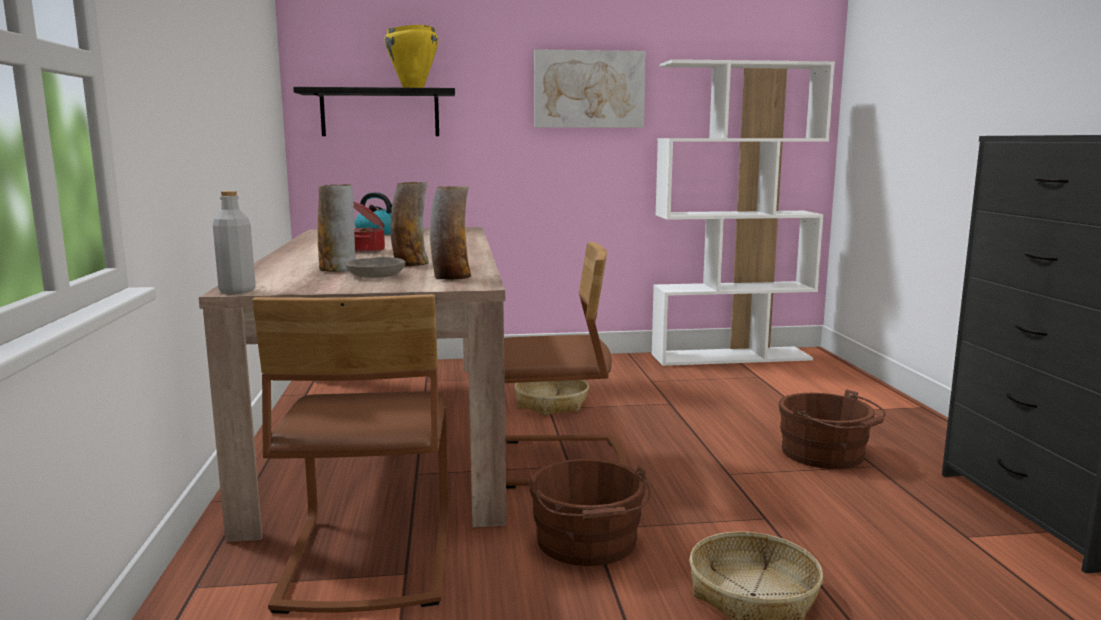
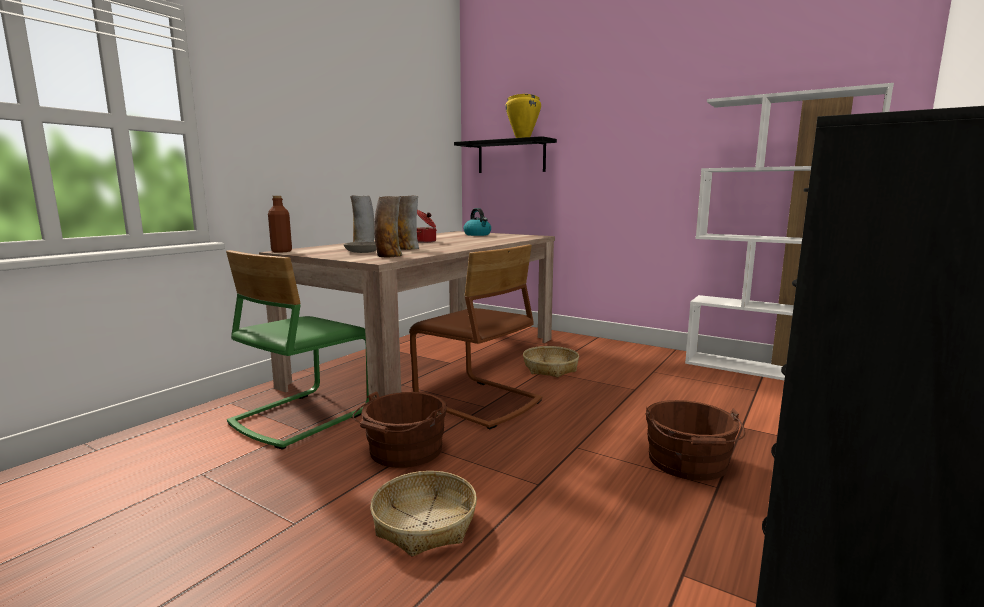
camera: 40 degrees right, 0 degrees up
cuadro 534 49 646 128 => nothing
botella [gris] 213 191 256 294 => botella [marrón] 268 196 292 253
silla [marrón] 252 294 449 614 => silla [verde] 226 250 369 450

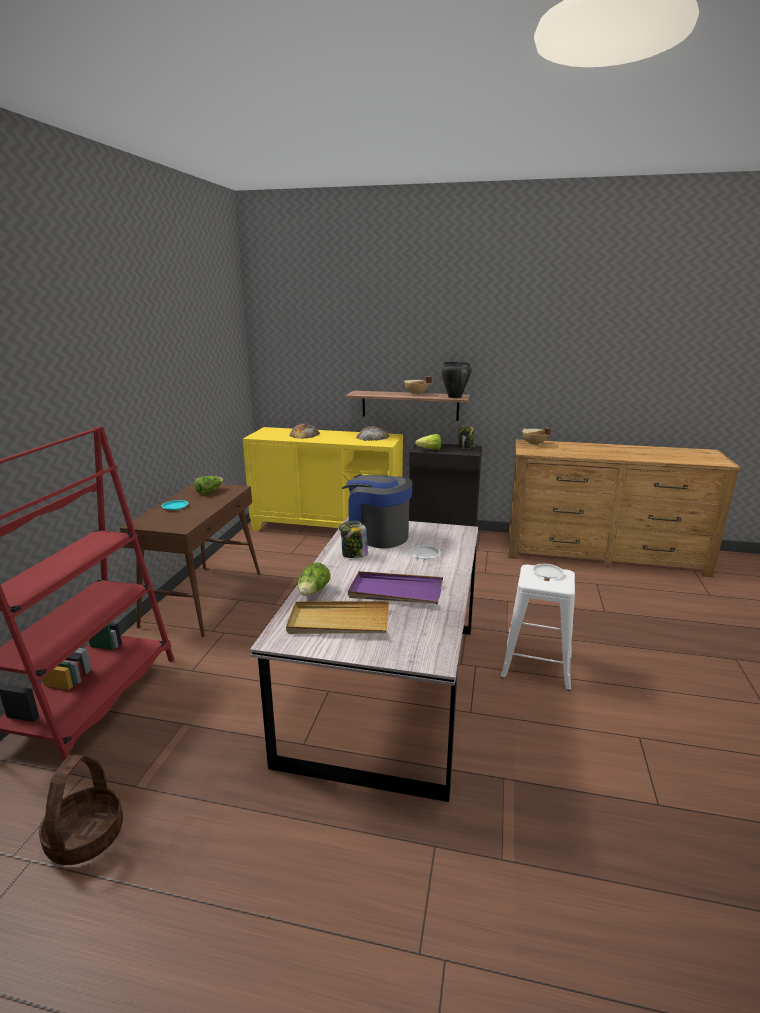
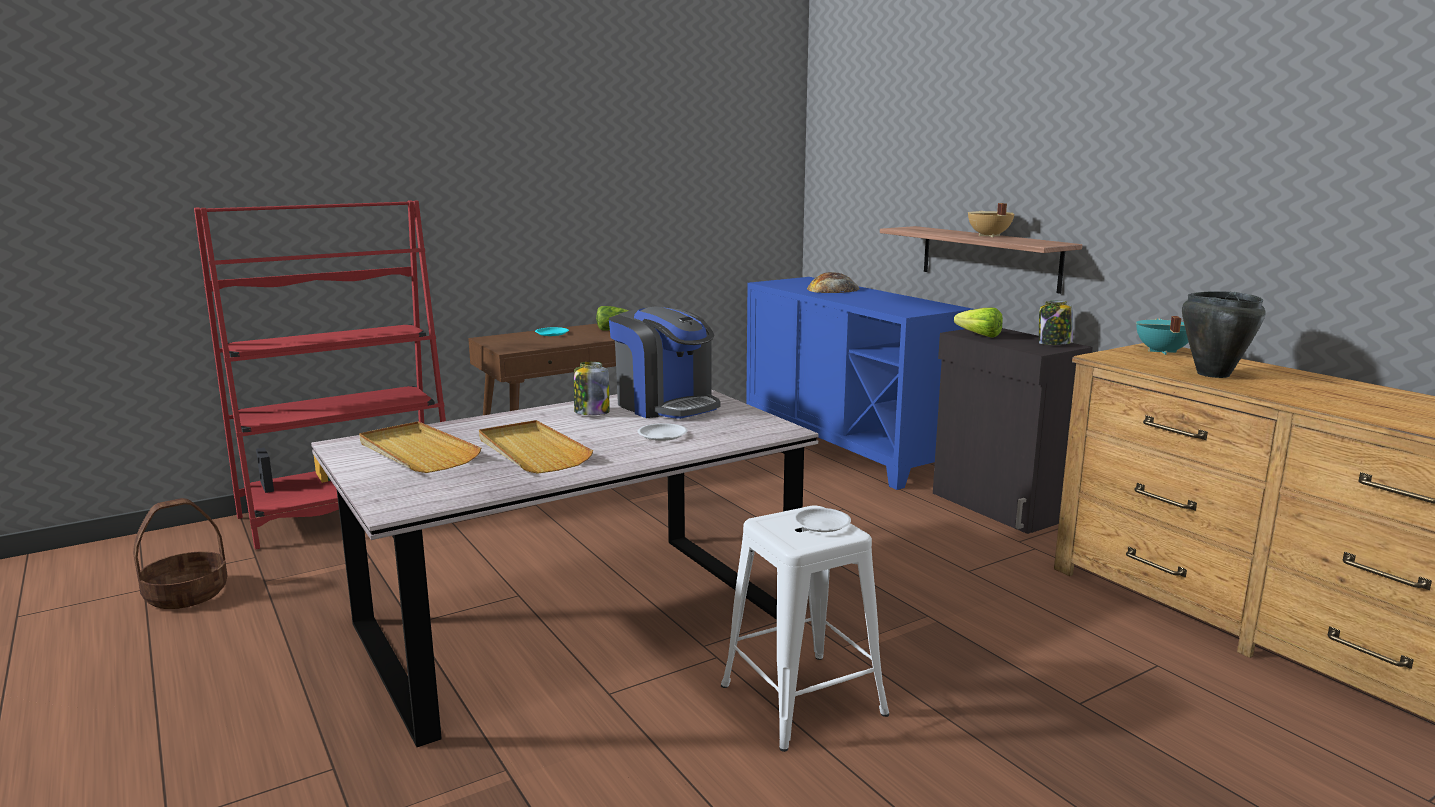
camera: 45 degrees right, 5 degrees down
lechuga 298 562 330 595 => nothing
pan 356 426 389 441 => nothing
olla [negro] 440 361 472 398 => olla [negro] 1182 291 1265 378, shifted
armario [amarillo] 243 427 403 531 => armario [azul] 746 277 973 490
bandeja [morado] 348 571 443 604 => bandeja [beis] 479 420 593 474
olla [beis] 522 428 552 446 => olla [turquesa] 1136 316 1188 355
cafetera 339 474 412 548 => cafetera 609 306 720 419, 150 degrees clockwise

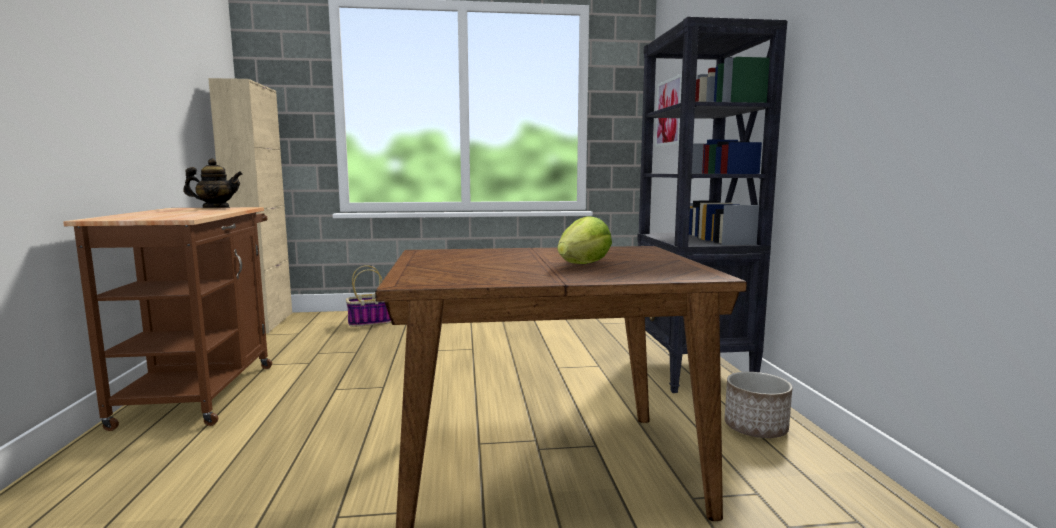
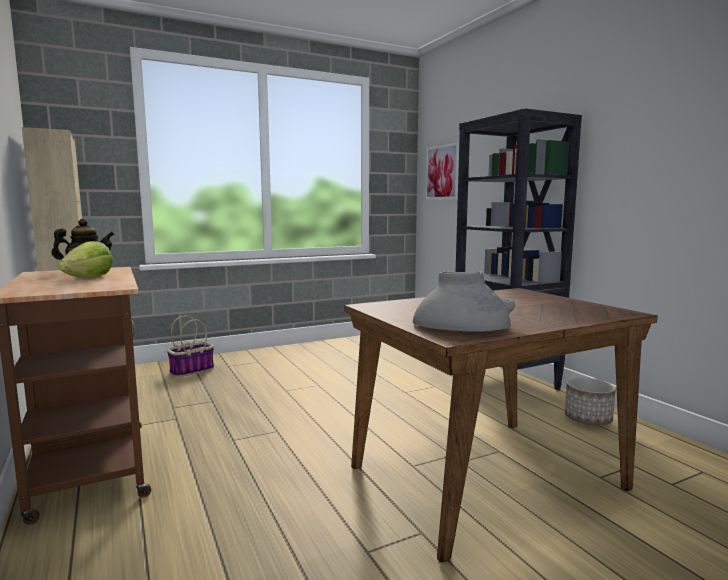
camera: 20 degrees left, 0 degrees up
nothing => florero [gris] 413 271 515 332
lechuga 557 216 612 264 => lechuga 59 241 113 278, shifted

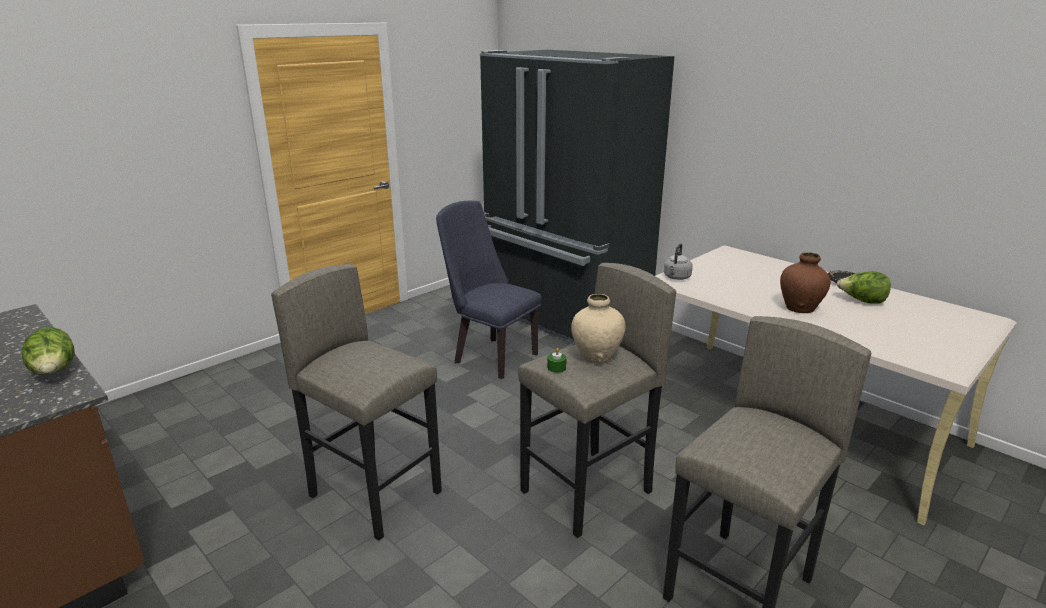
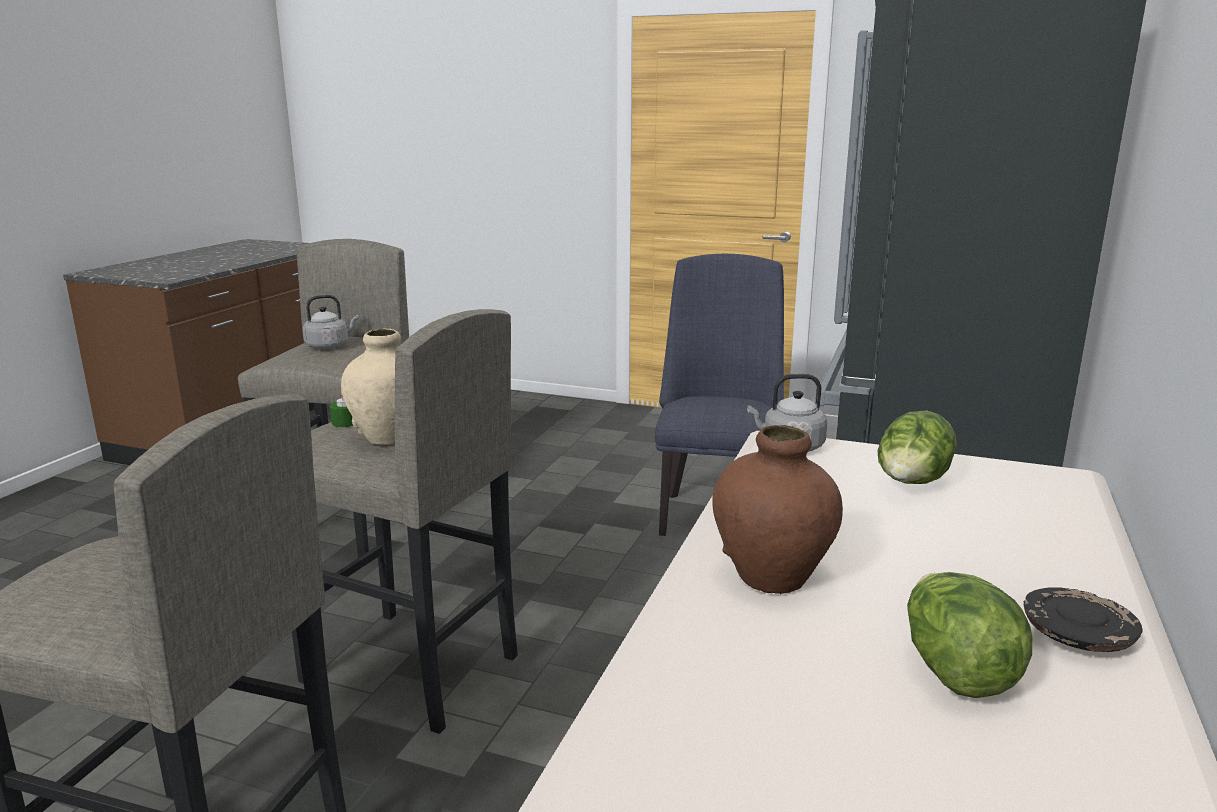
camera: 65 degrees right, 5 degrees down
nothing => hervidor [gris] 302 295 359 349
lechuga 22 327 75 375 => lechuga 877 410 957 484, shifted

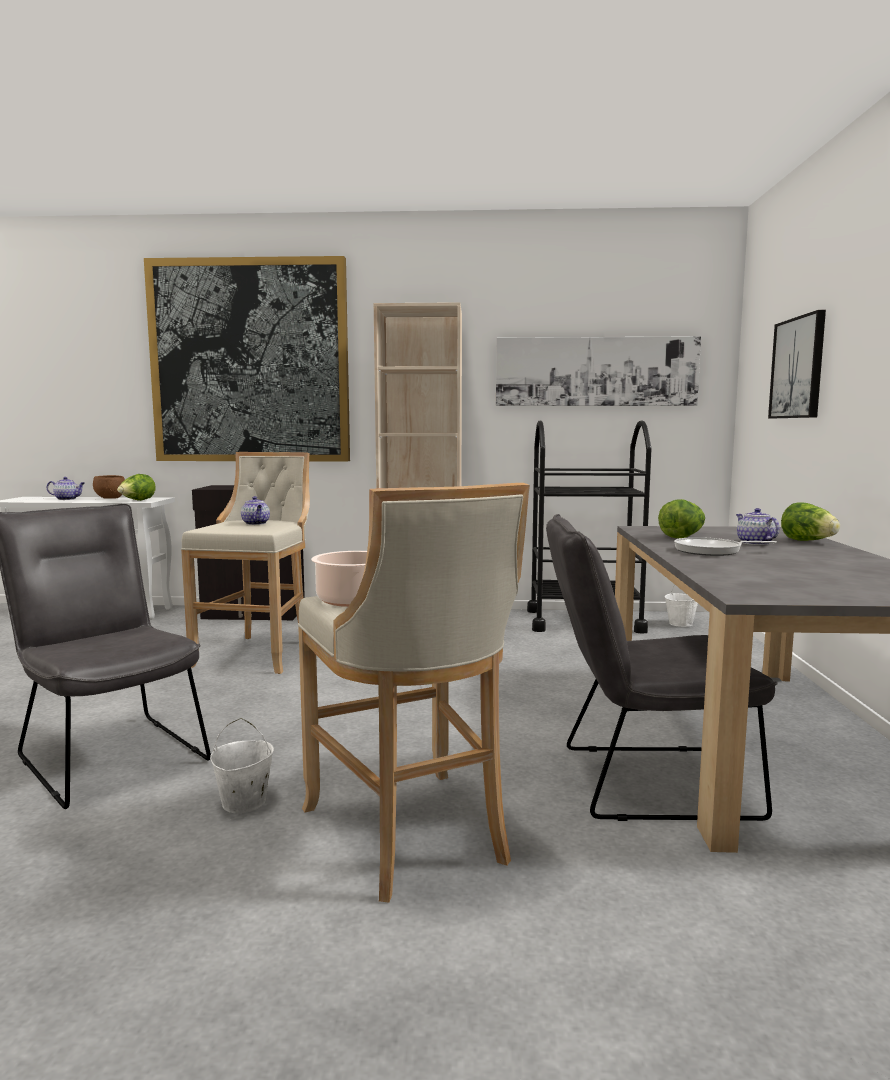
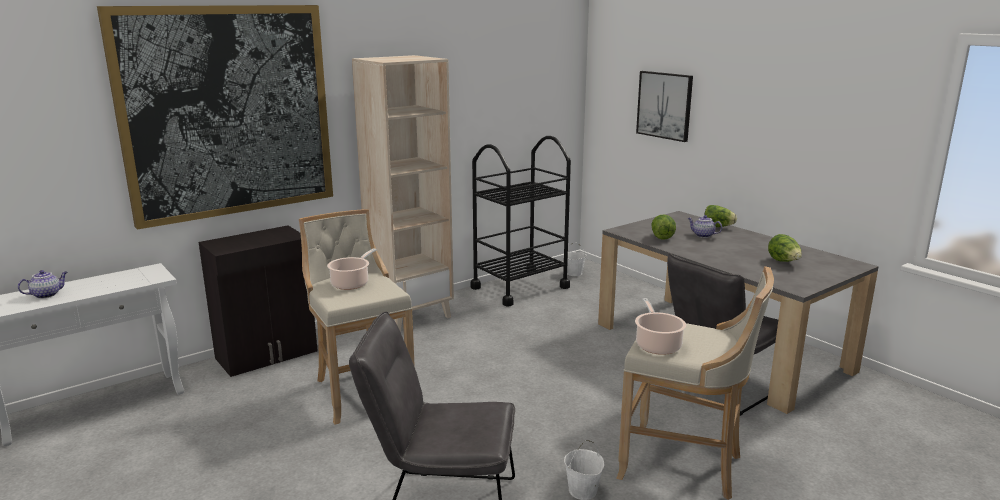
camera: 40 degrees left, 10 degrees up
cuenco [marrón] 93 475 125 499 => nothing
cuadro 496 336 701 406 => nothing
sartén 674 537 777 556 => nothing
lechuga 117 474 156 501 => lechuga 768 234 802 262, shifted
tetera 241 496 270 525 => olla 327 248 377 290

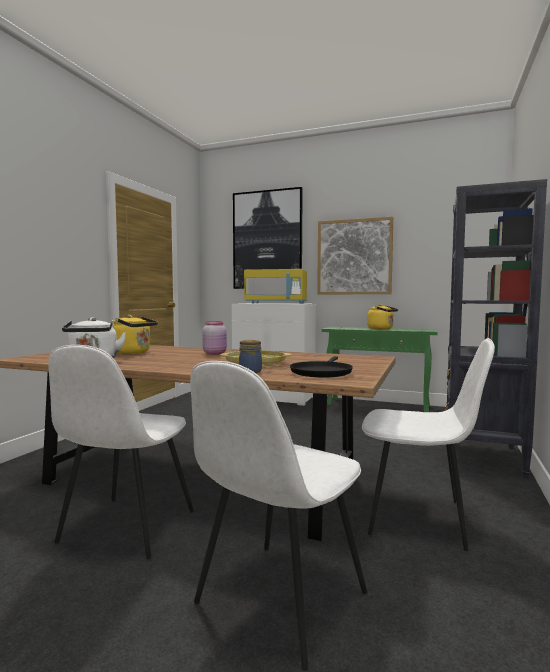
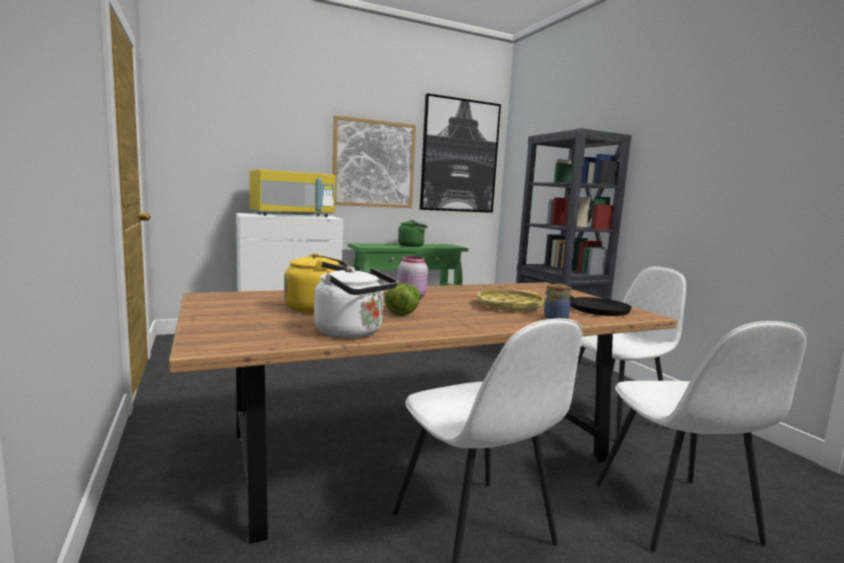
camera: 45 degrees left, 5 degrees up
nothing => lechuga 385 283 420 316
cuadro 233 187 303 289 => cuadro 420 93 501 213, shifted
hervidor [amarillo] 367 304 398 330 => hervidor [verde] 398 220 428 247

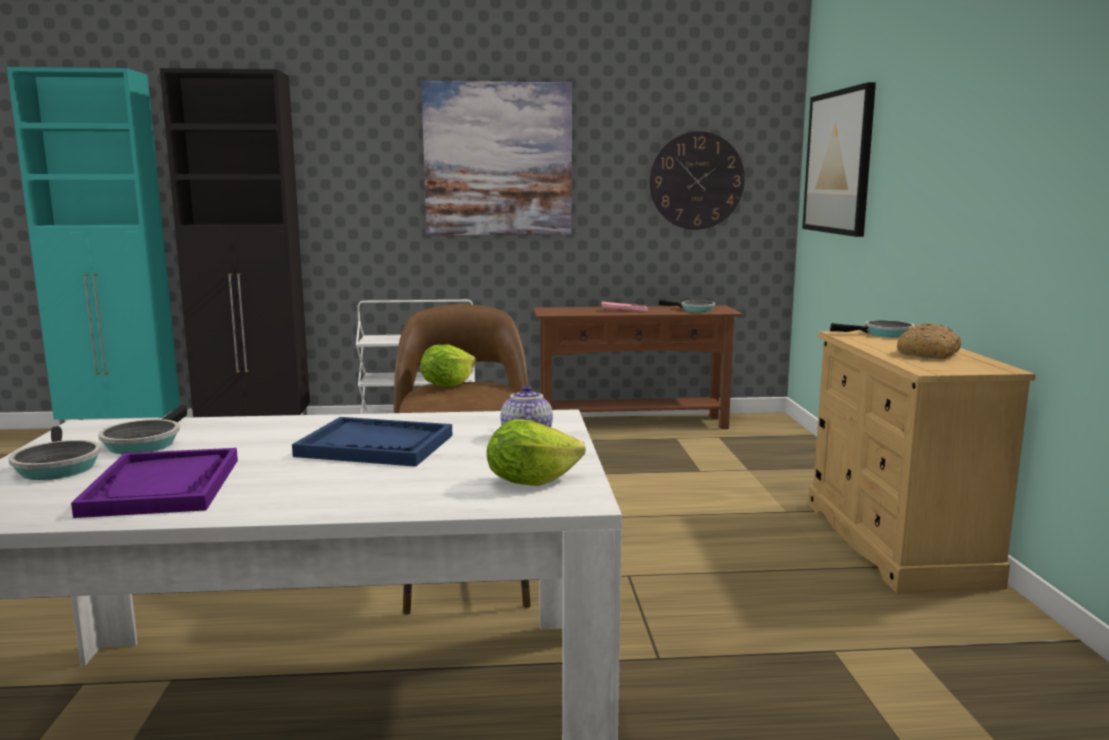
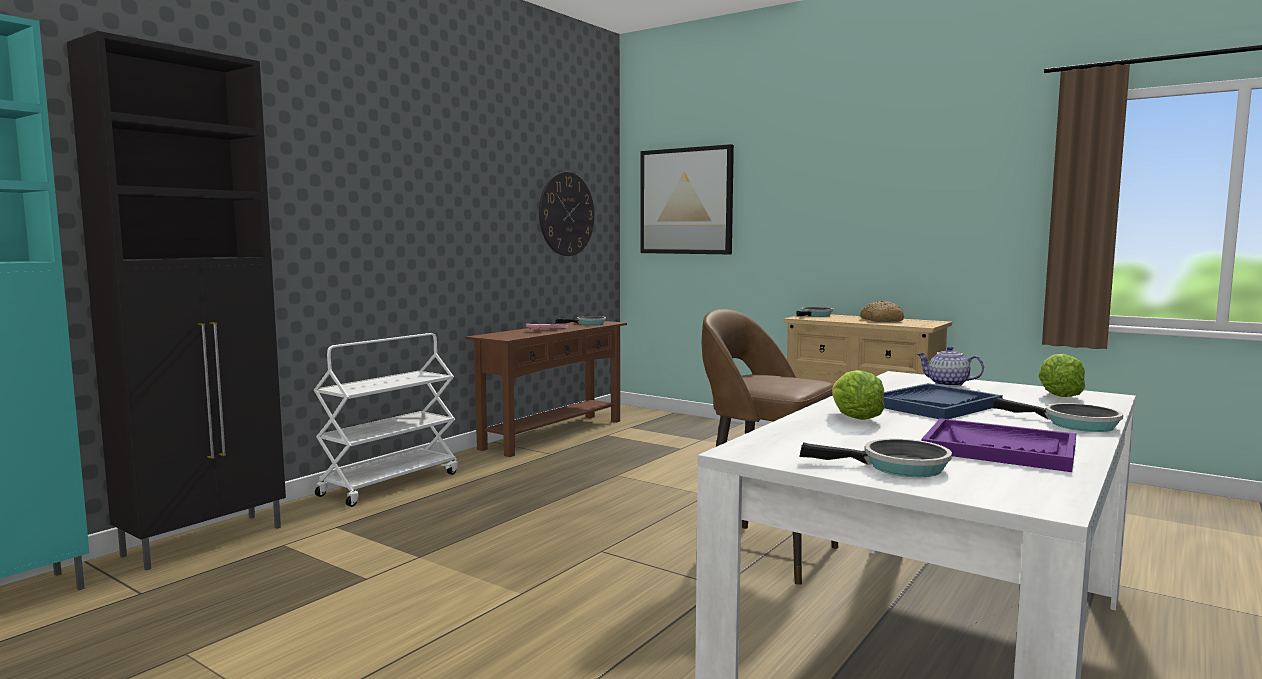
camera: 50 degrees left, 5 degrees down
cuadro 422 81 572 235 => nothing
sartén 98 405 188 454 => sartén 993 397 1123 432, shifted
lechuga 420 345 476 386 => lechuga 832 370 885 420, shifted

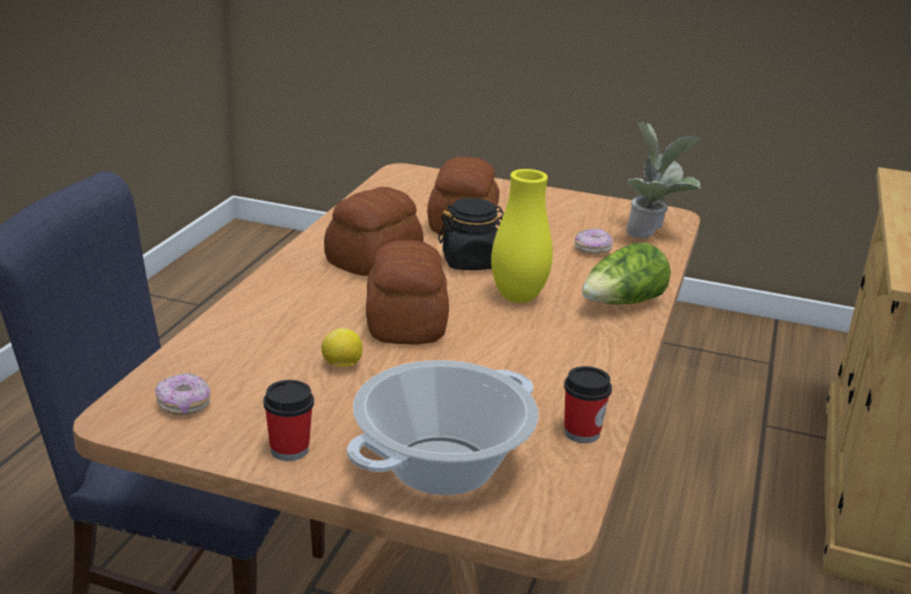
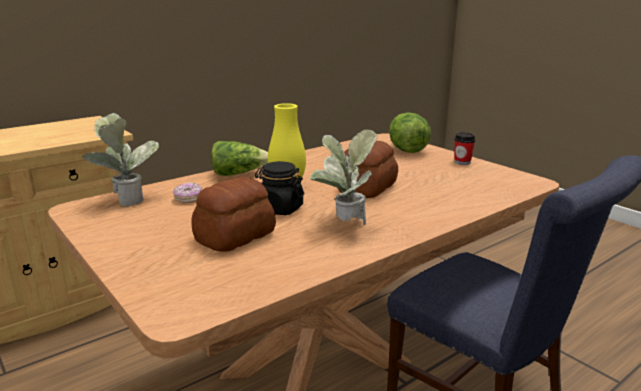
camera: 145 degrees left, 5 degrees down
rosquilla 155 373 211 415 => nothing
limón 321 328 363 367 => nothing
taza 564 366 612 443 => nothing
pan 324 187 423 276 => planta en maceta 310 129 377 225
olla 347 360 538 495 => lechuga 389 112 431 153

